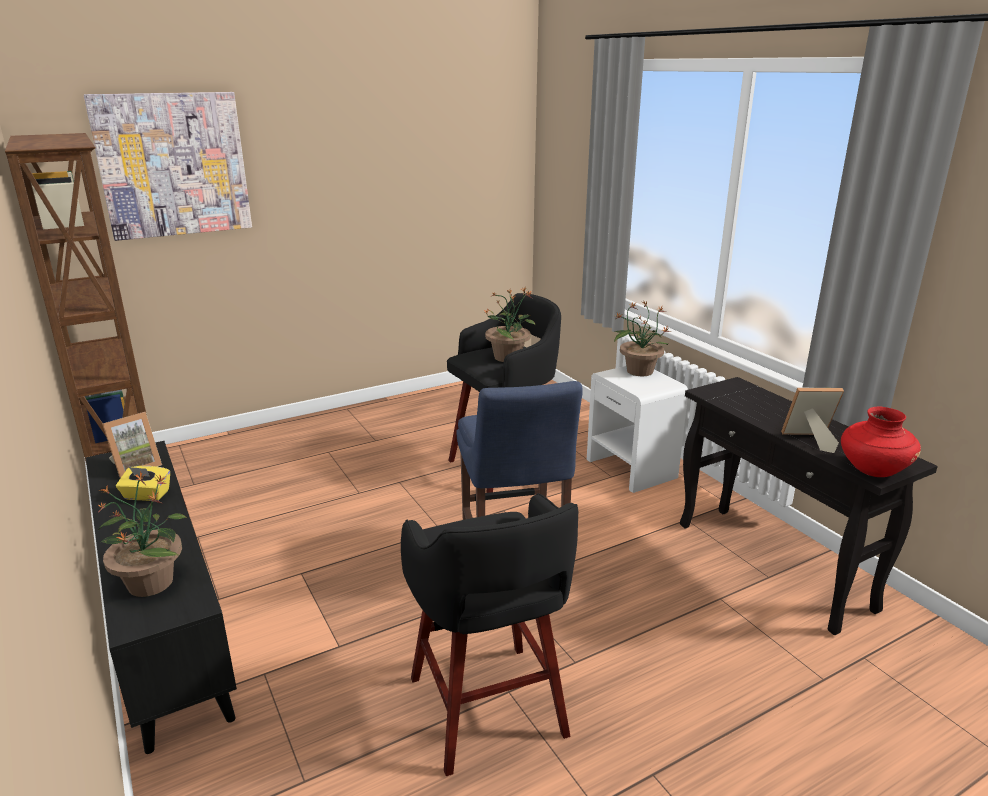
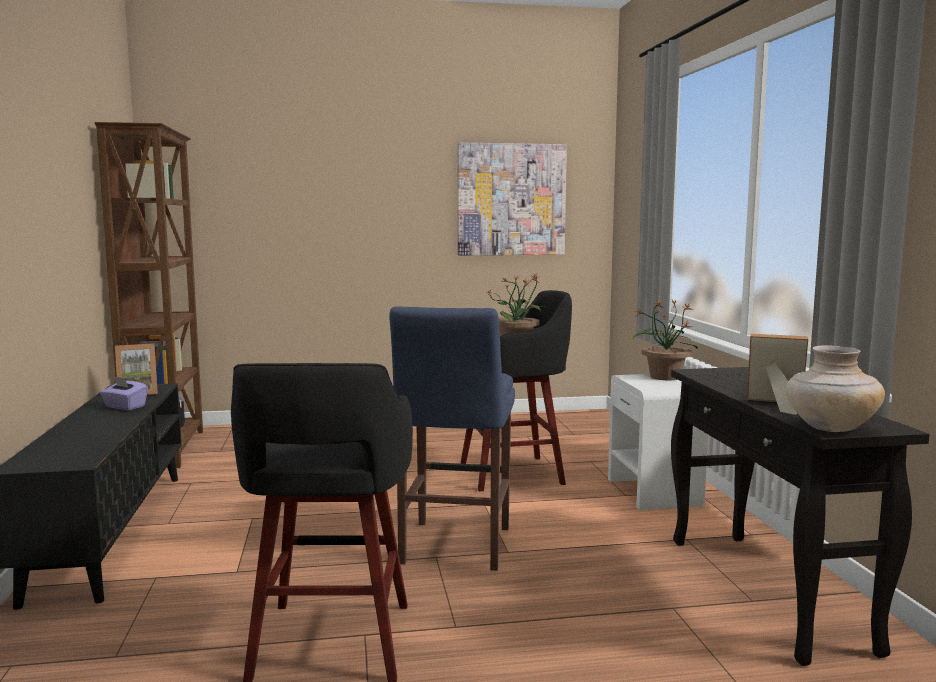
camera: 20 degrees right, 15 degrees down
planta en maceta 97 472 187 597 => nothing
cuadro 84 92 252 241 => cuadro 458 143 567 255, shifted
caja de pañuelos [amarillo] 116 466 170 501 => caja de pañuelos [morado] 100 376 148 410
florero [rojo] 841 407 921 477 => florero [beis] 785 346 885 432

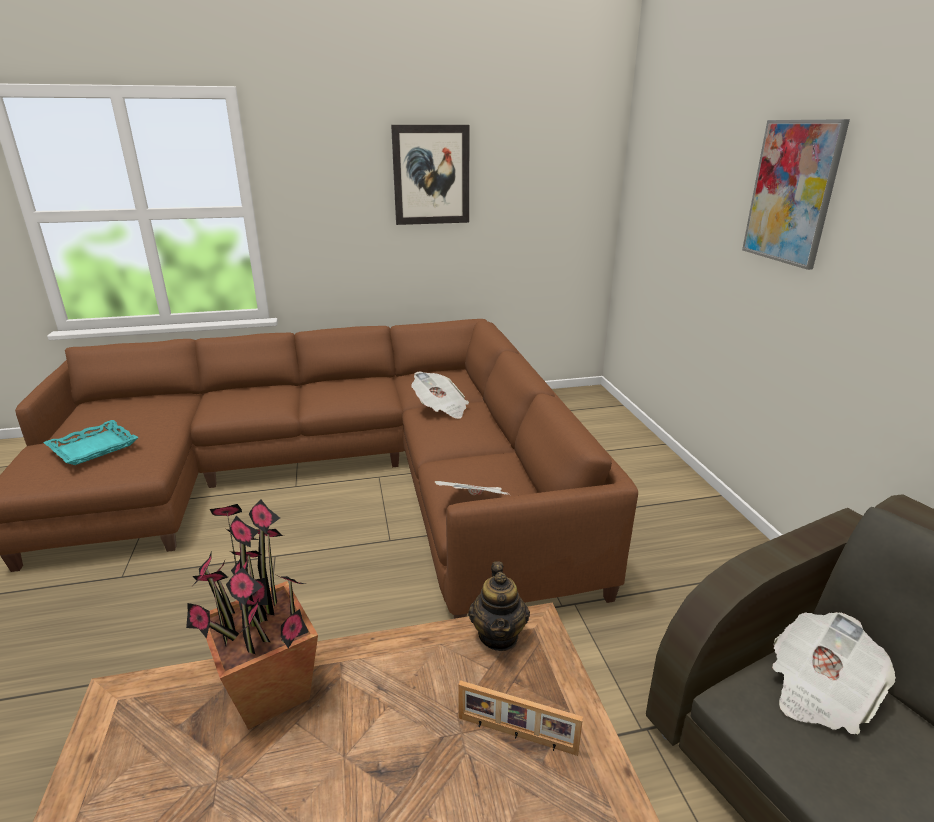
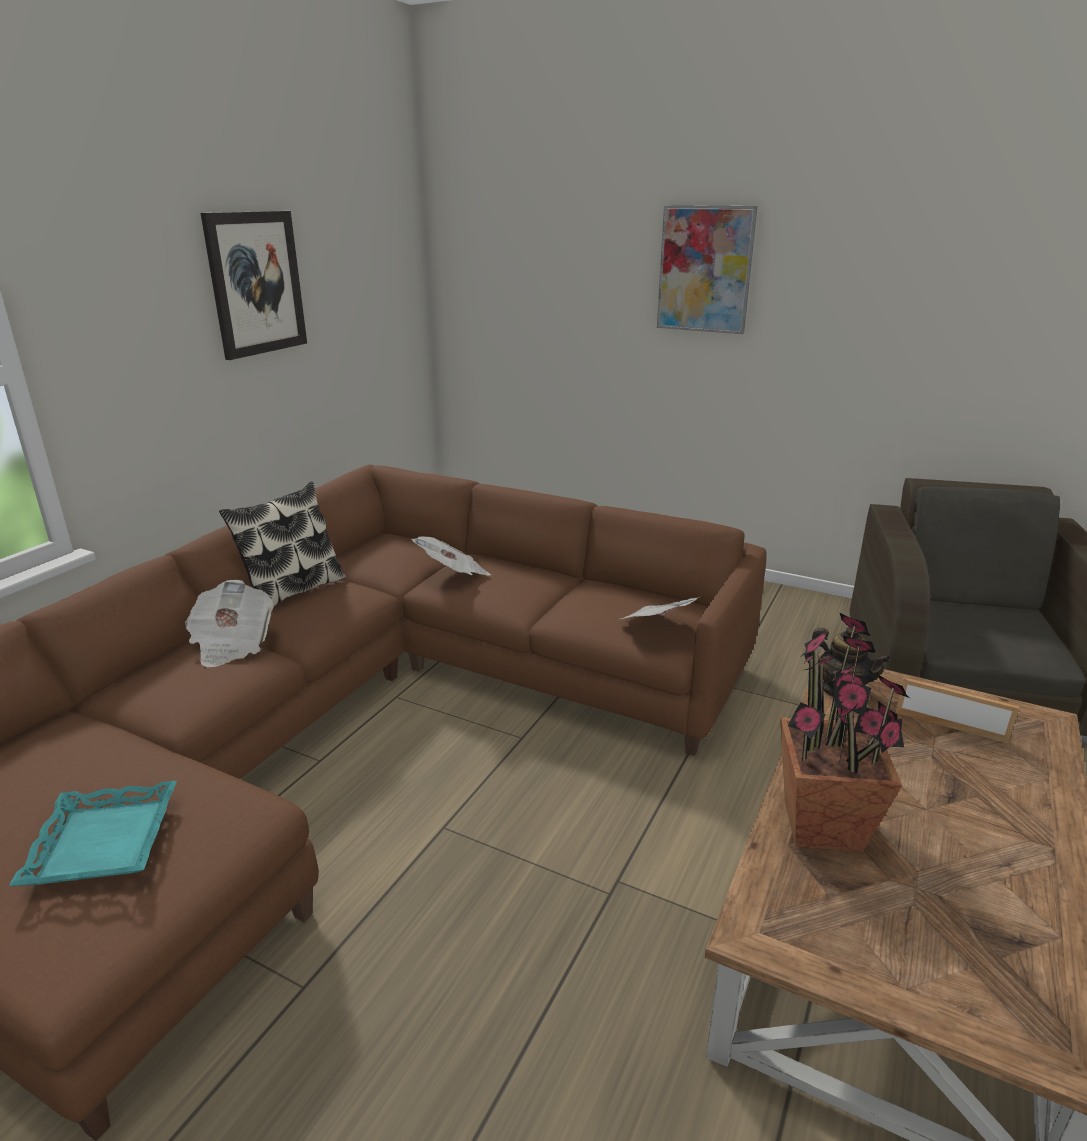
camera: 50 degrees left, 0 degrees up
nothing => cojín 219 482 346 606
periódico 772 612 896 734 => periódico 185 580 274 668, shifted
portarretratos 458 680 583 756 => portarretratos 896 677 1019 743, 120 degrees counterclockwise

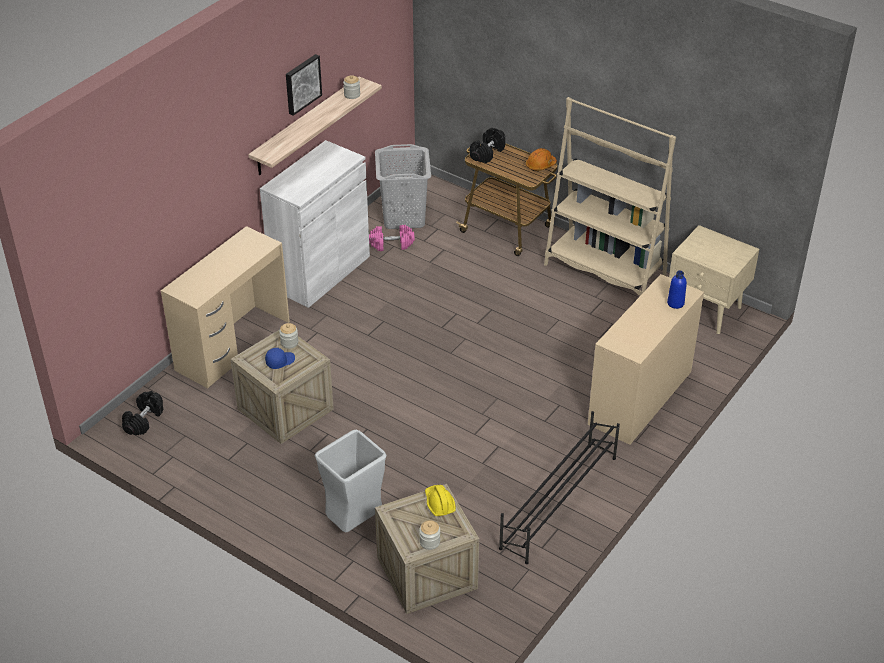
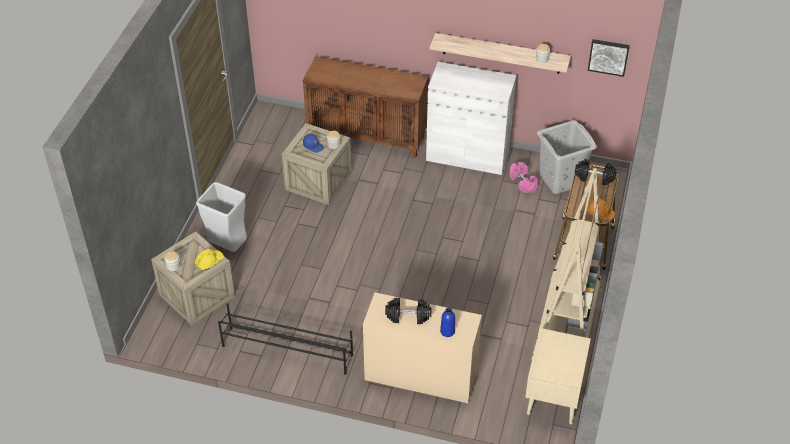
camera: 70 degrees right, 5 degrees up
mancuerna [negro] 122 391 163 435 => mancuerna [negro] 385 298 432 324, shifted
cuadro 286 54 322 116 => cuadro 588 39 630 77, shifted
escritorio [beis] 161 226 290 388 => armario [marrón] 303 56 429 158

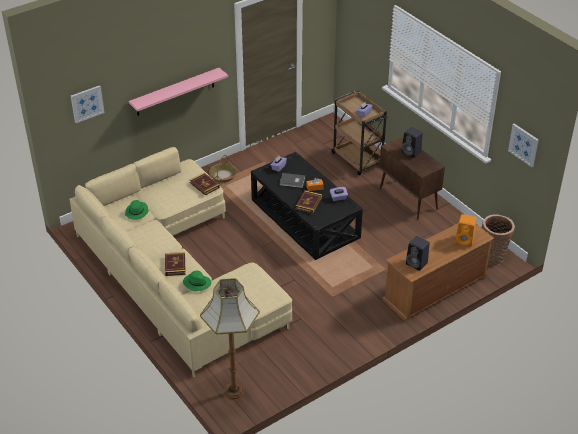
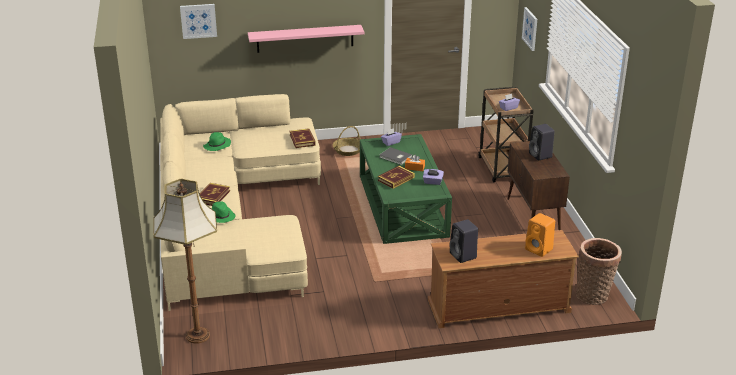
camera: 25 degrees right, 10 degrees down
cuadro 508 123 539 167 => cuadro 522 7 537 51, shifted
mesa de centro [negro] 251 152 363 260 => mesa de centro [verde] 360 134 452 244

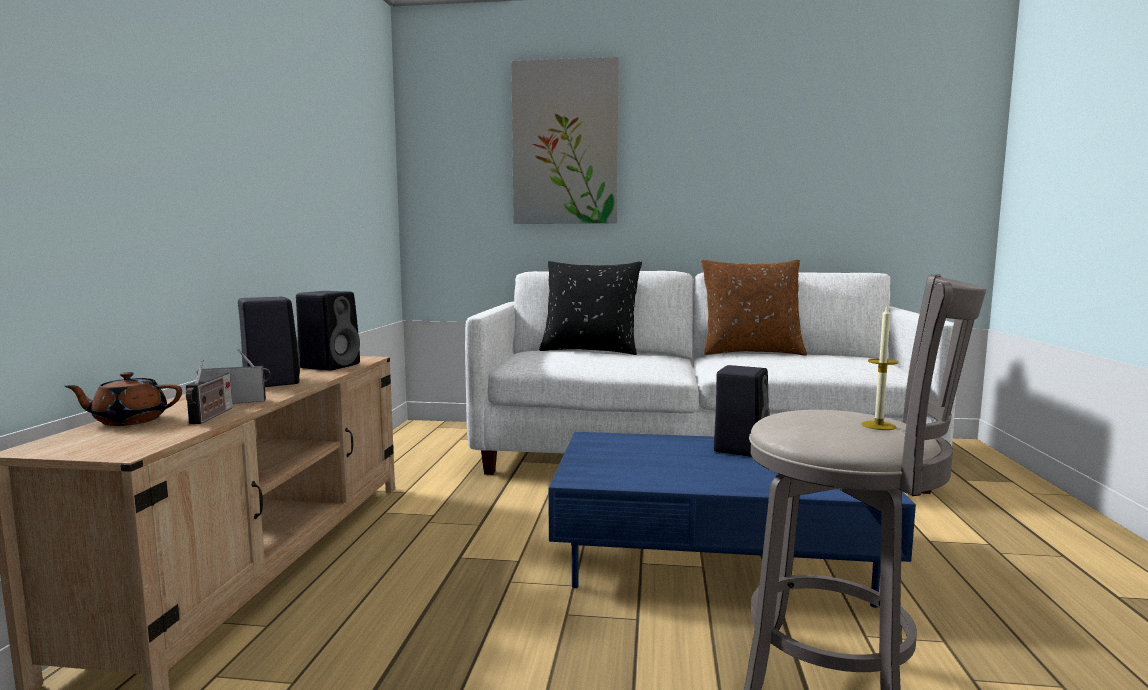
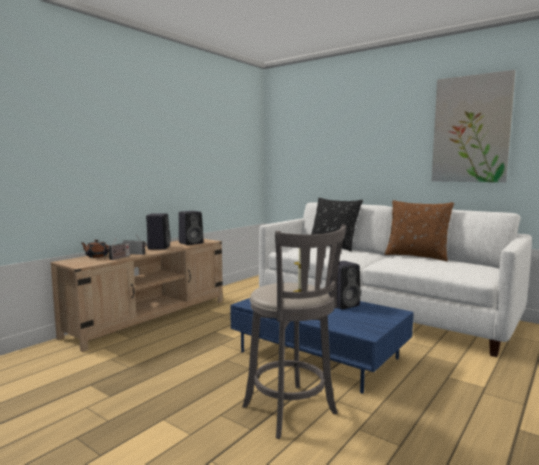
camera: 30 degrees right, 0 degrees up
cuadro 511 57 619 224 => cuadro 432 70 515 183, shifted

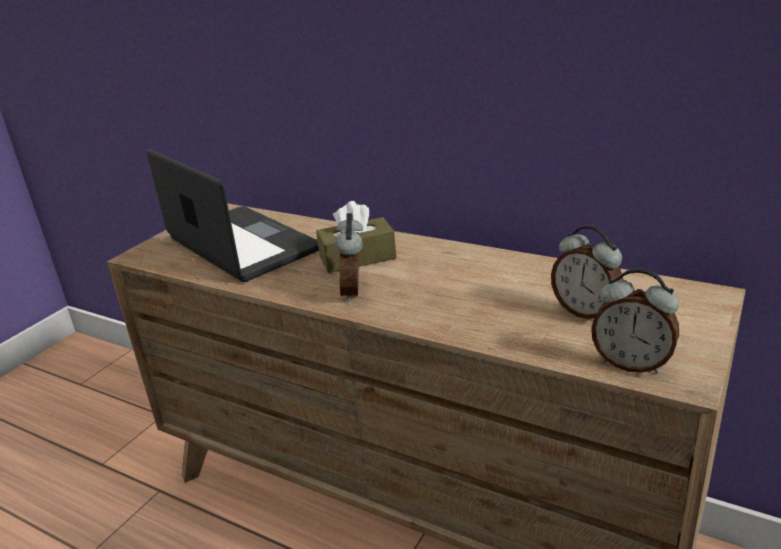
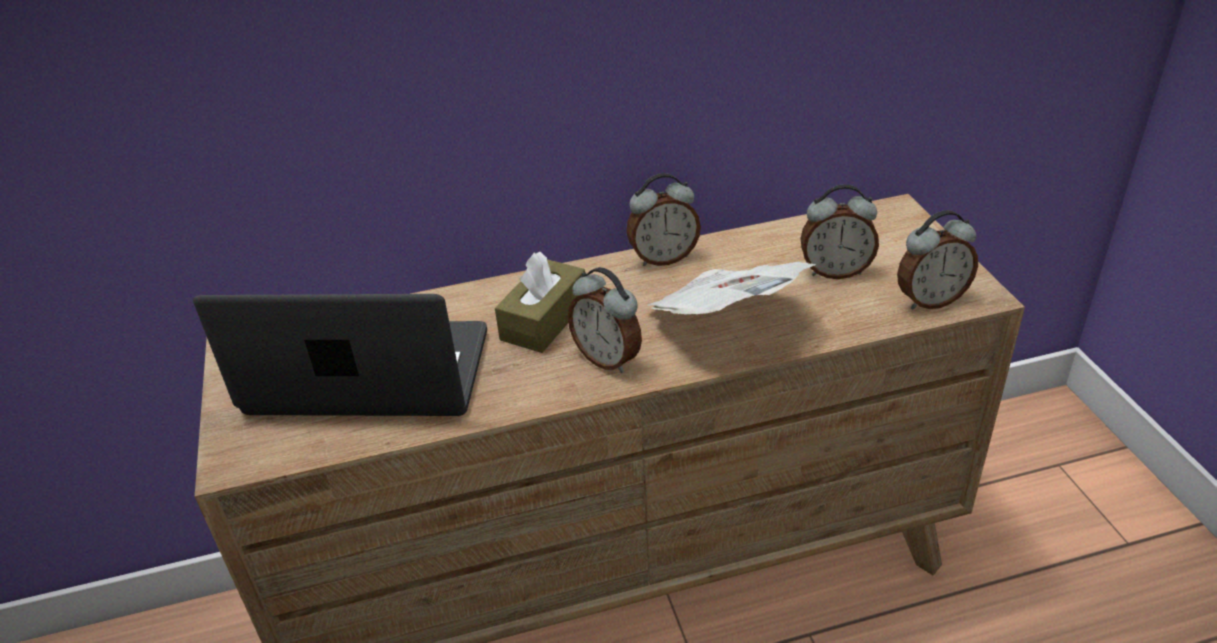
camera: 45 degrees left, 10 degrees up
nothing => despertador 626 173 701 266
nothing => periódico 647 262 816 315

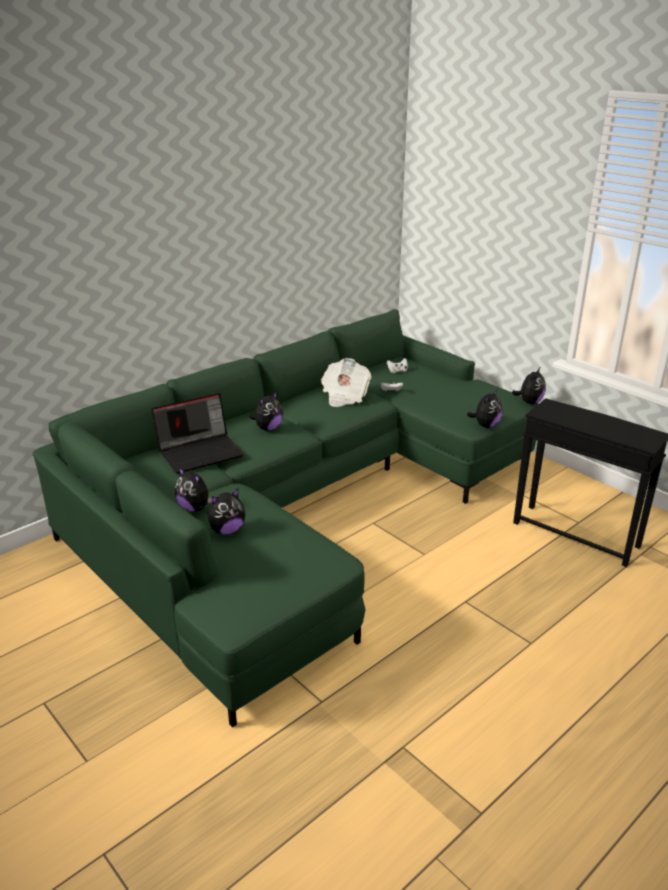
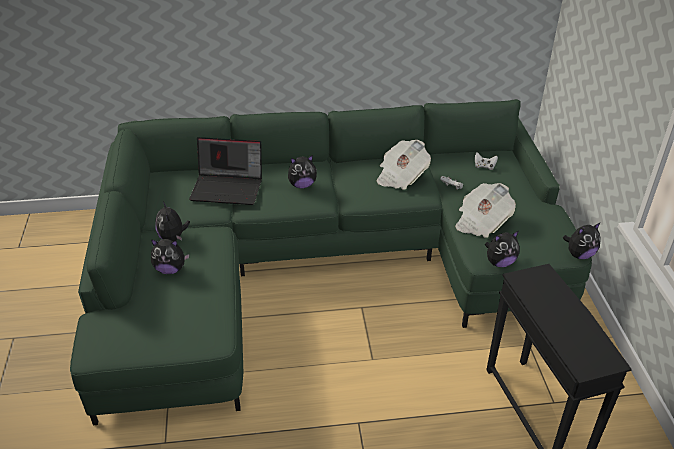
camera: 35 degrees right, 10 degrees up
nothing => periódico 455 183 516 238

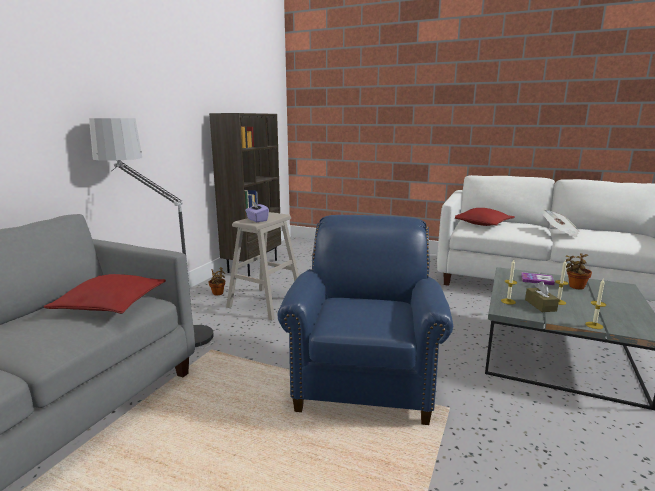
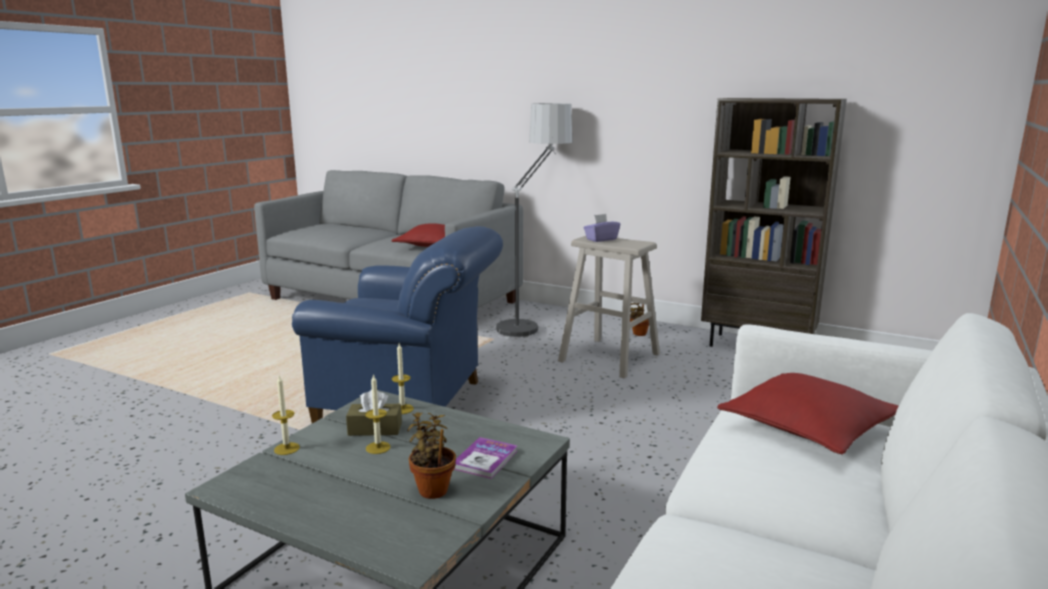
camera: 95 degrees right, 0 degrees up
periódico 543 209 580 237 => nothing

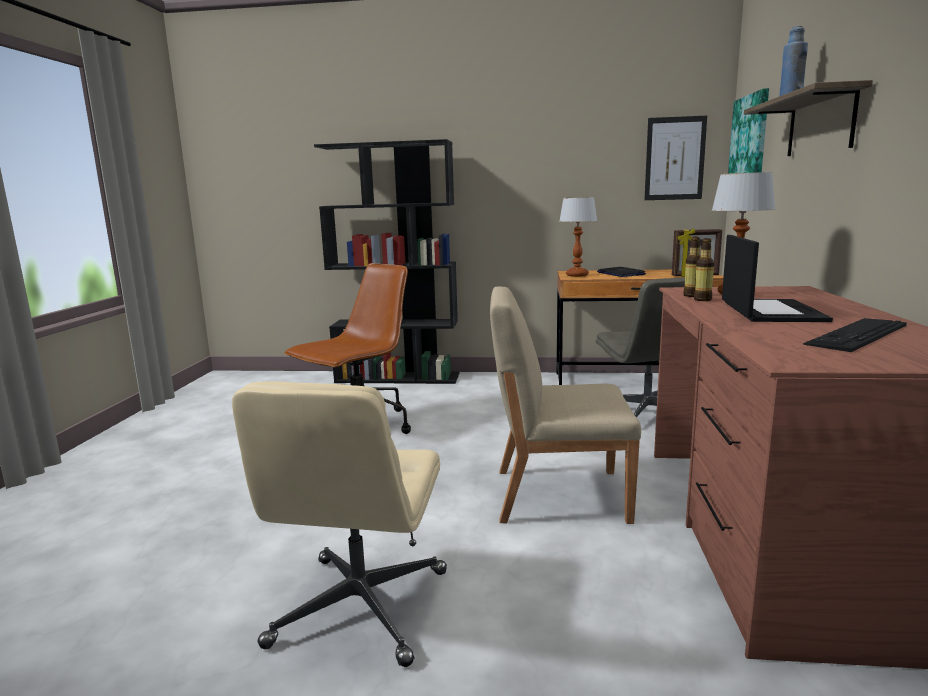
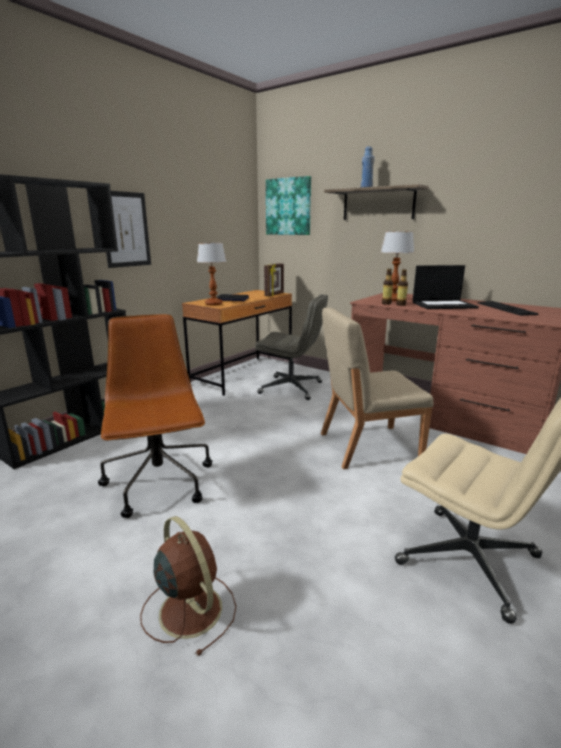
camera: 60 degrees left, 5 degrees up
nothing => ventilador [marrón] 140 516 236 656
cuadro 644 116 707 200 => cuadro 106 191 151 268, shifted
silla [beis] 490 287 641 524 => silla [beis] 321 308 434 469, 45 degrees clockwise
portátil 722 235 833 322 => portátil 413 265 479 309, 135 degrees clockwise

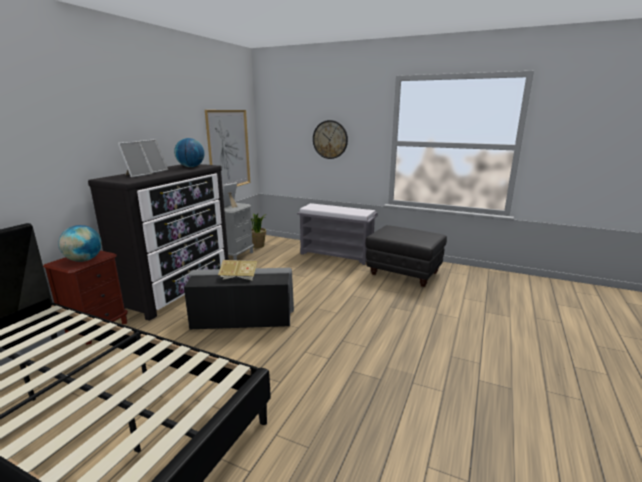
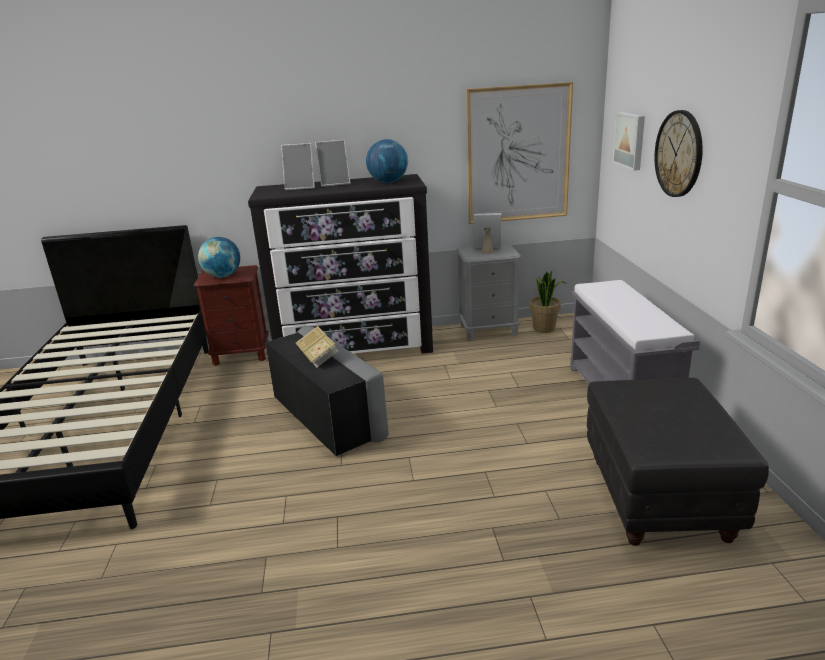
camera: 60 degrees right, 5 degrees up
nothing => cuadro 613 112 645 170

